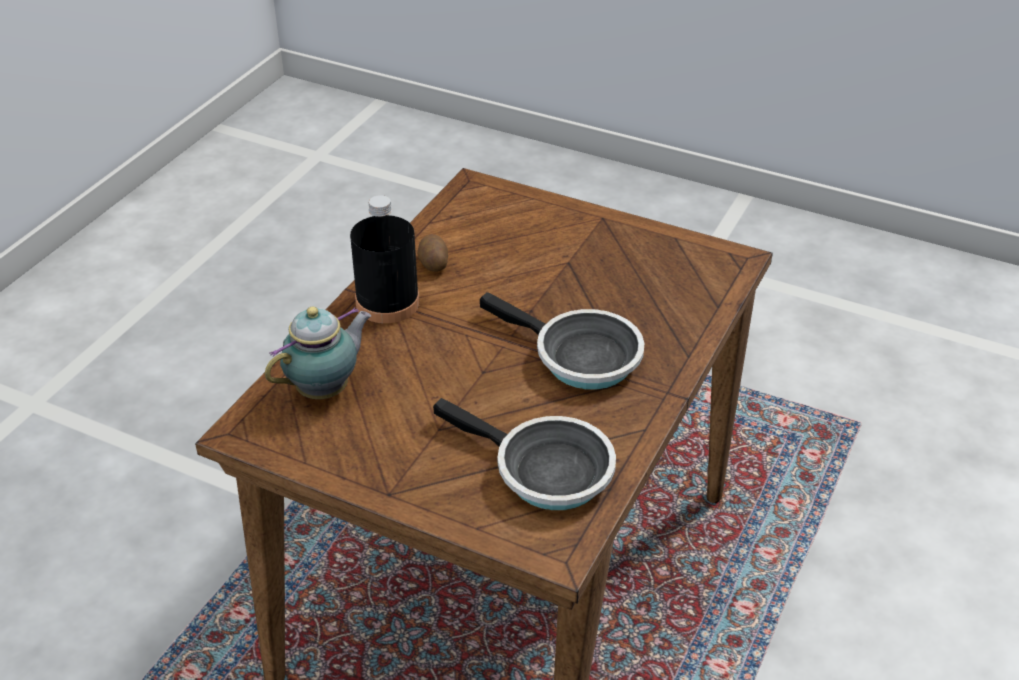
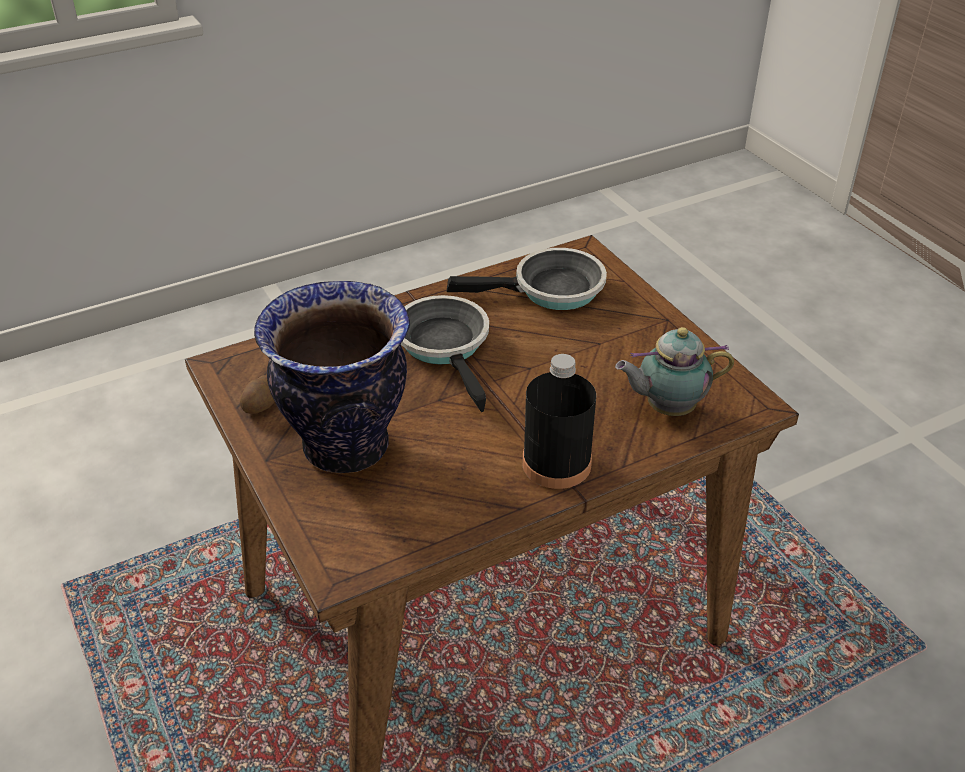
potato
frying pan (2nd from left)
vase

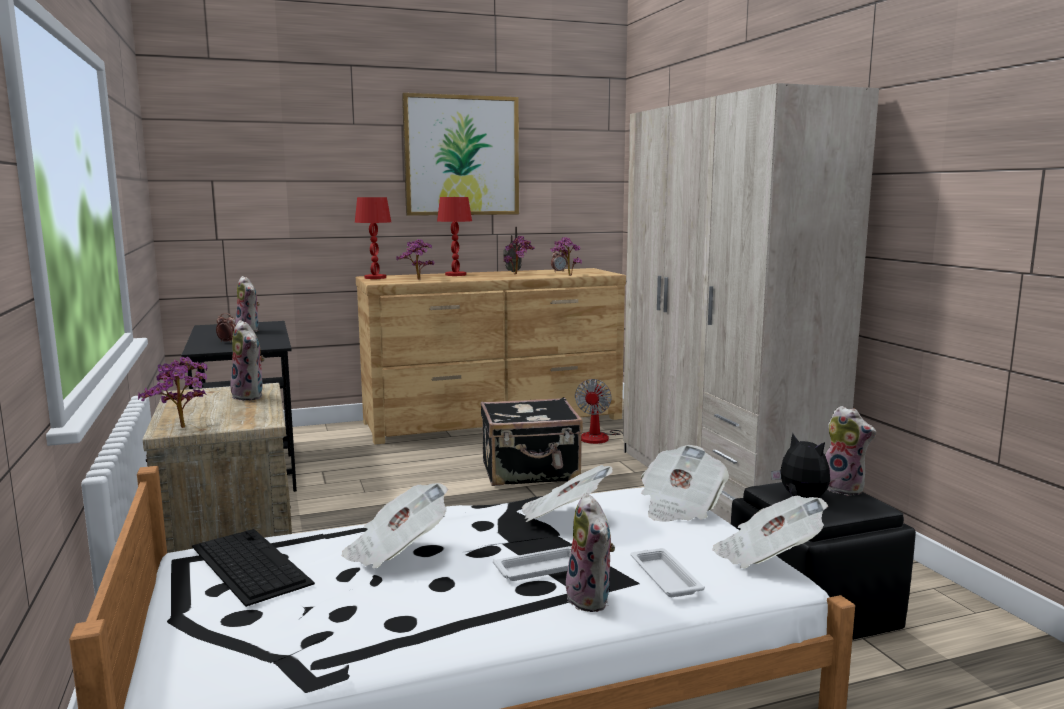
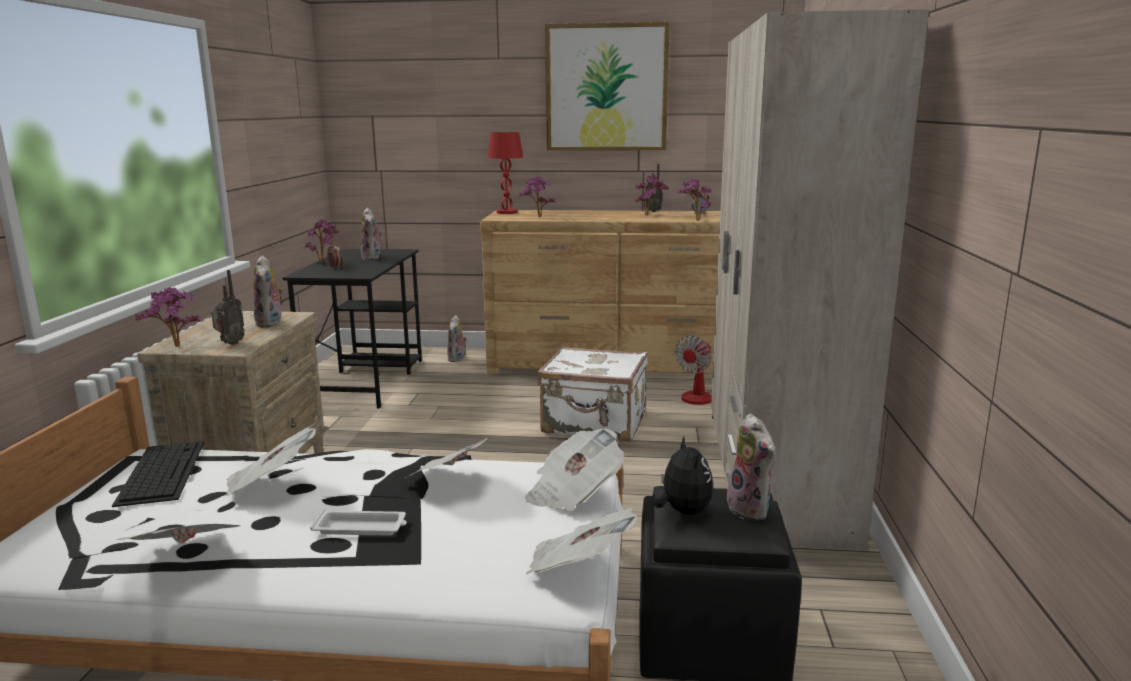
table lamp in red (2nd from left in the first image)
suitcase in white
plush toy (3rd from left)
tray in white (2nd from left in the first image)
potted plant (2nd from left)
radio (1st from left)
newspaper (1st from left)

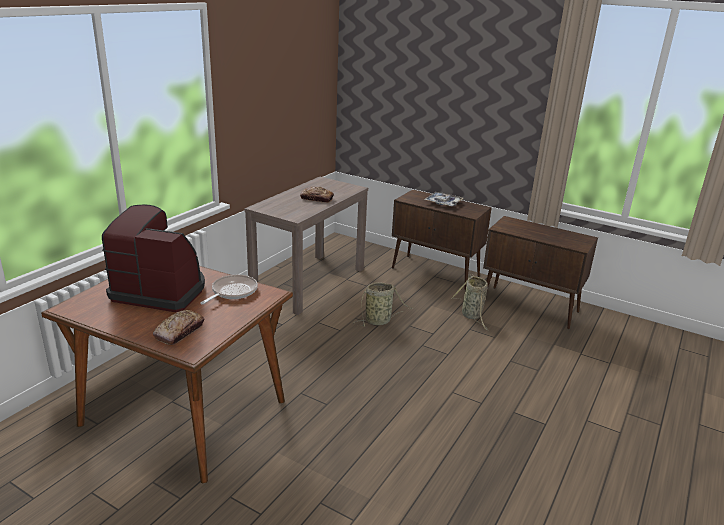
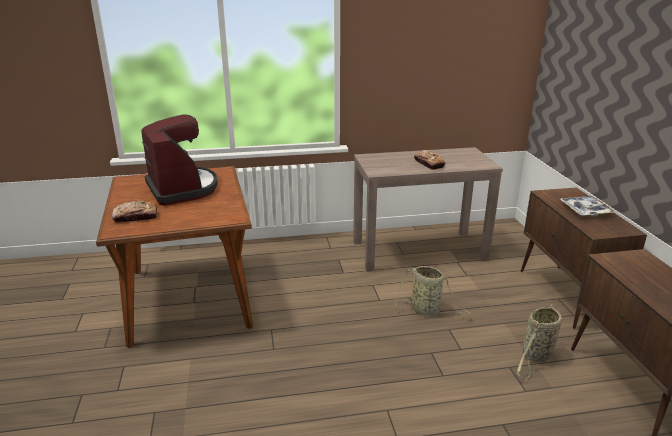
frying pan

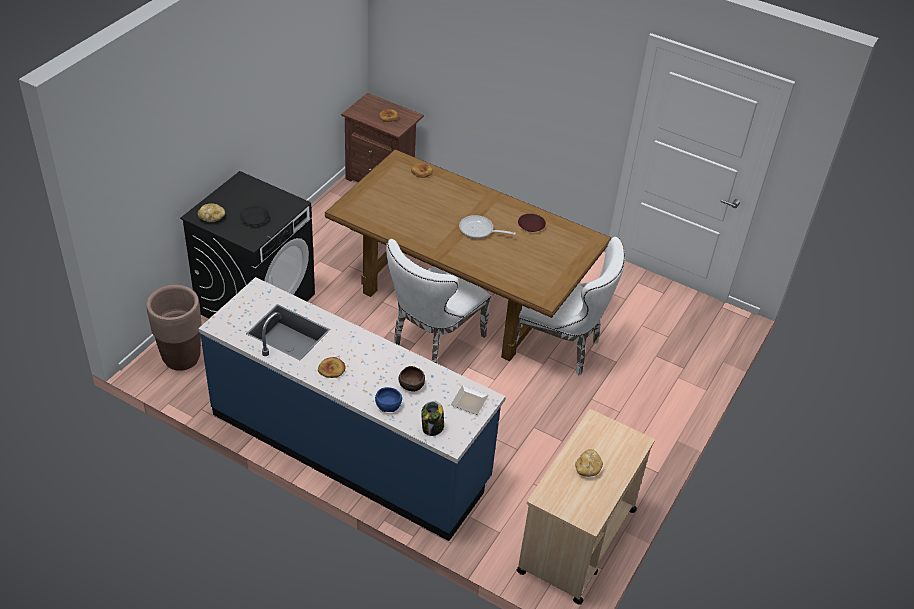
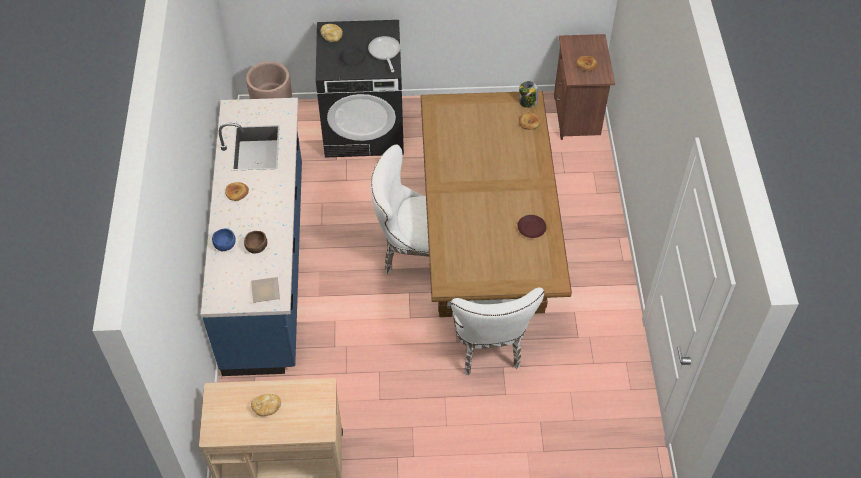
frying pan
jar

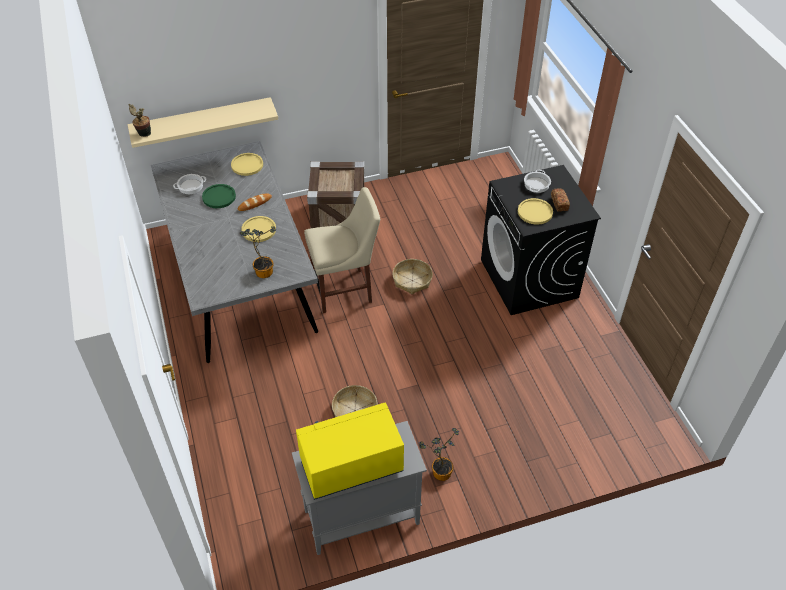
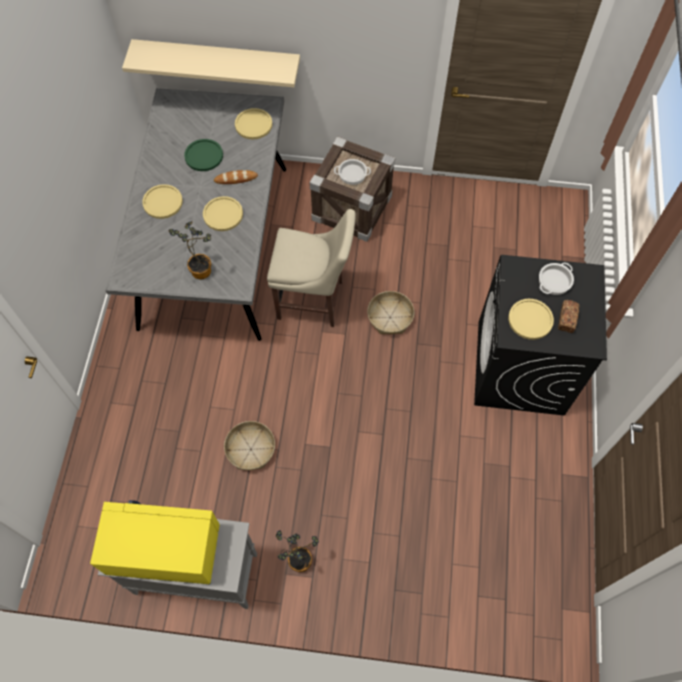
potted plant (1st from left in the first image)
cooking pot (1st from left)
plate in yellow (1st from left)

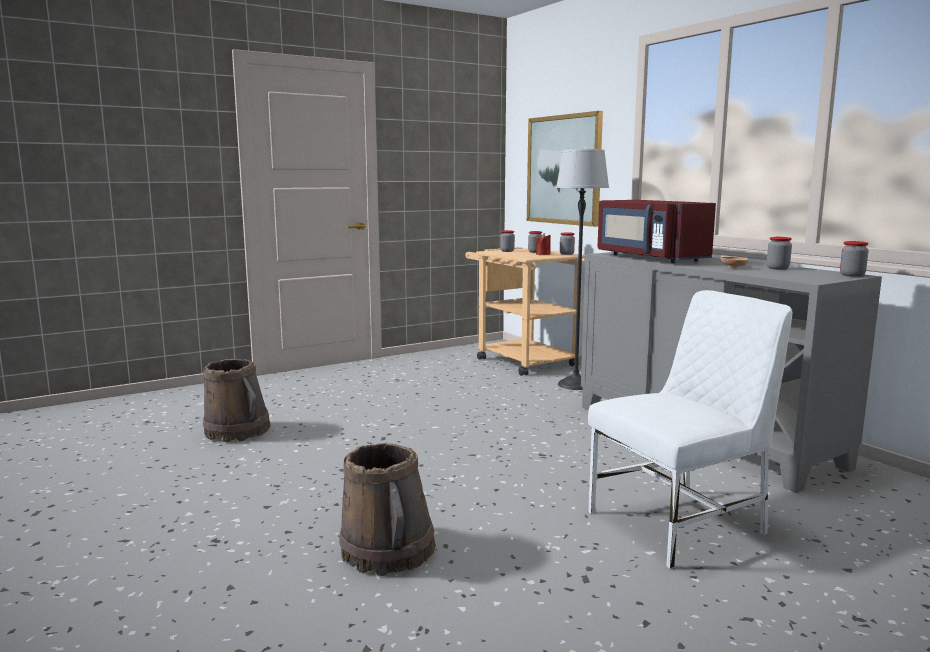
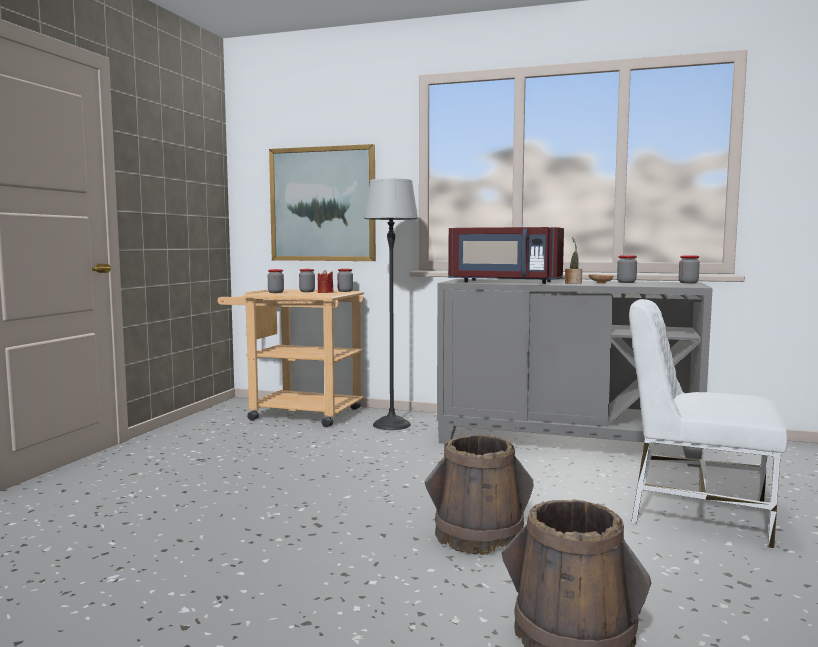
chair in white
bucket in brown (1st from left)
potted plant

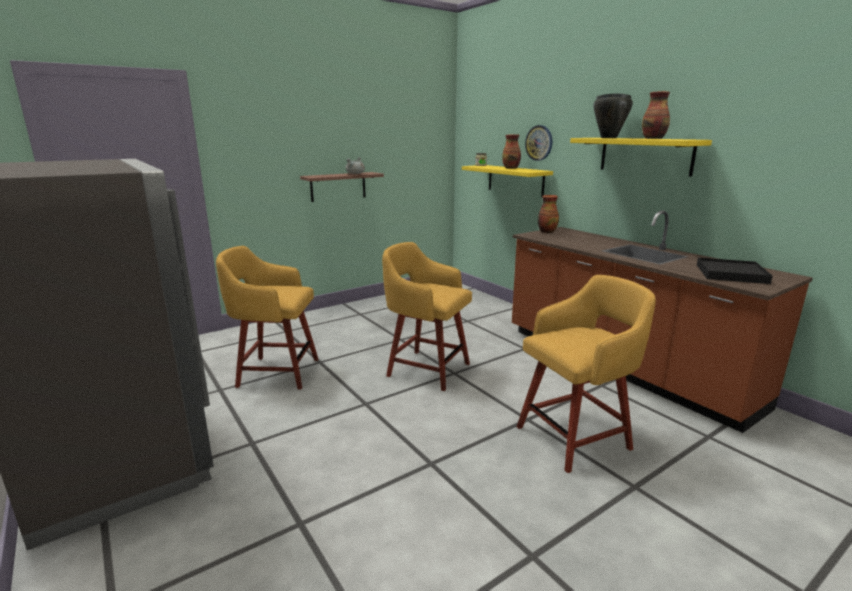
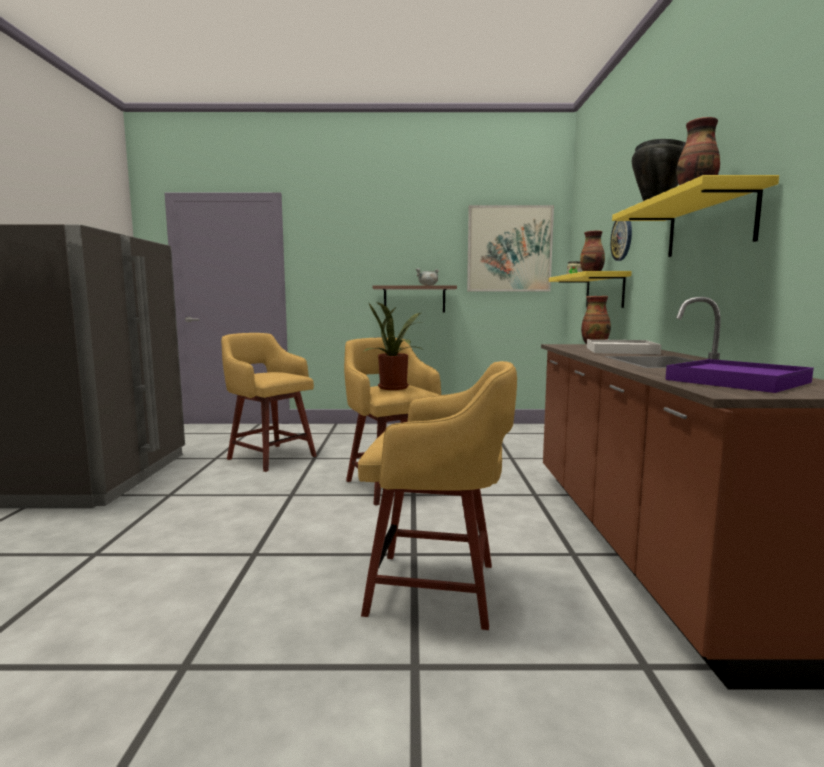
tray in purple
picture
potted plant
tray in white

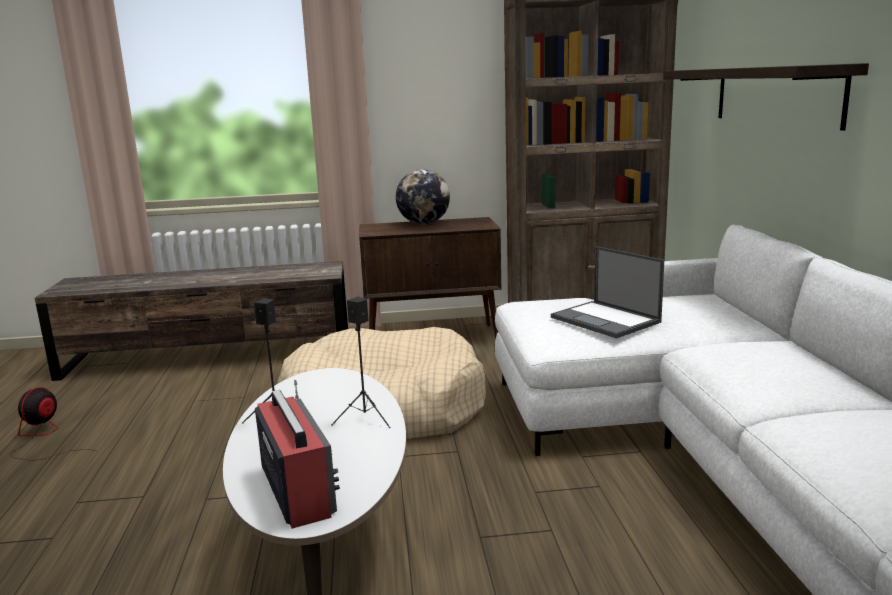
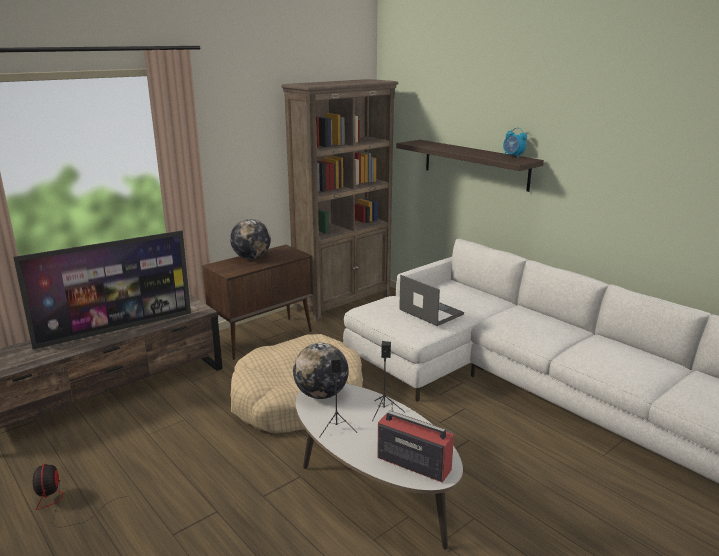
laptop
alarm clock
television
globe (2nd from left)

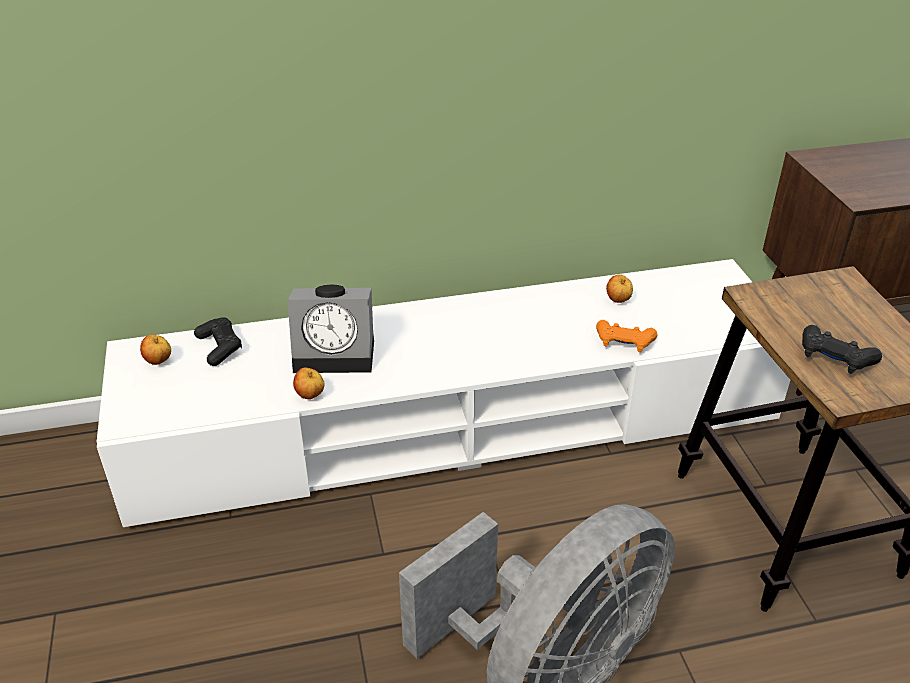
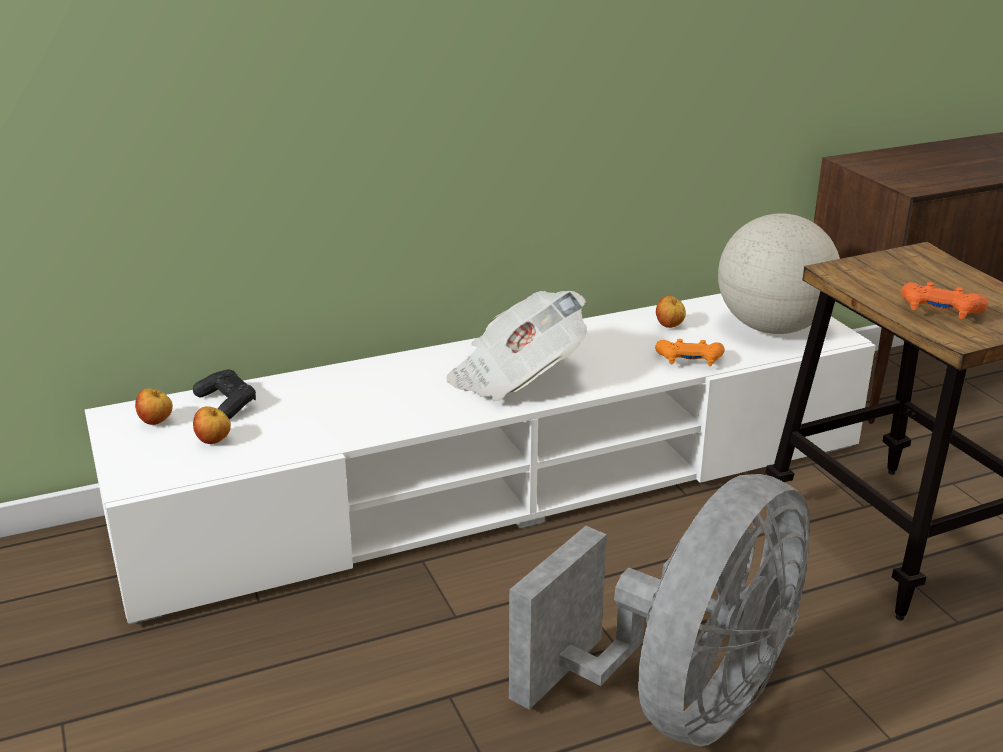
alarm clock
game controller in orange (2nd from left)
apple (2nd from left)
globe
newspaper

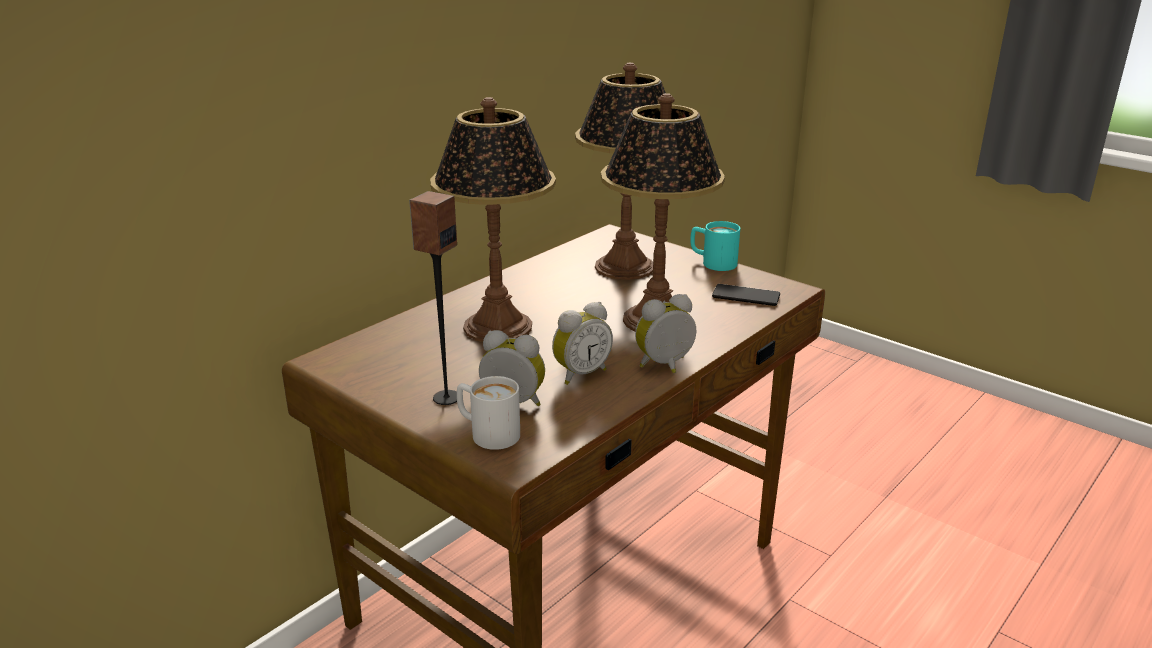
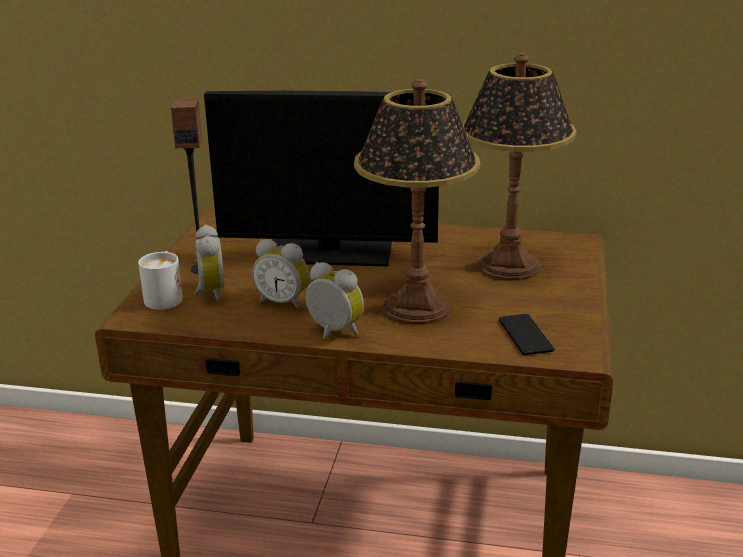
monitor
mug in turquoise

